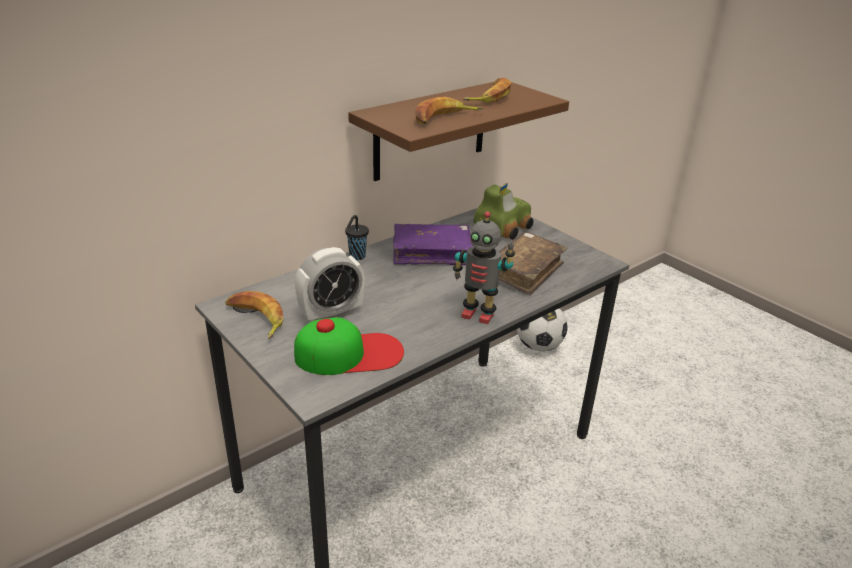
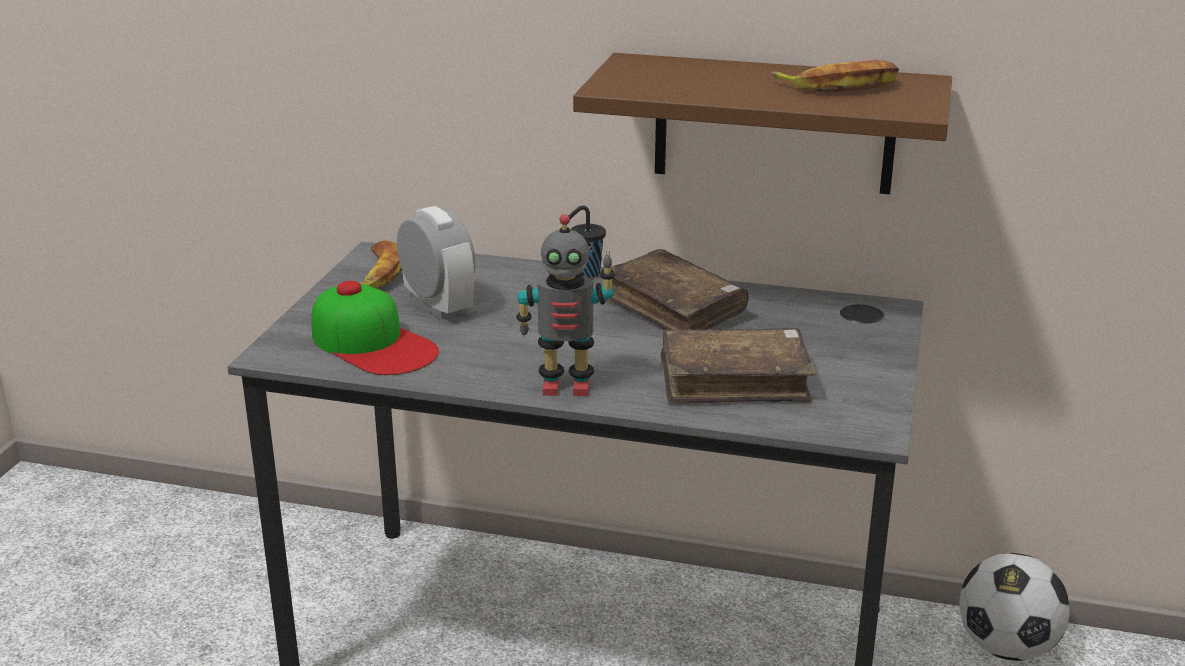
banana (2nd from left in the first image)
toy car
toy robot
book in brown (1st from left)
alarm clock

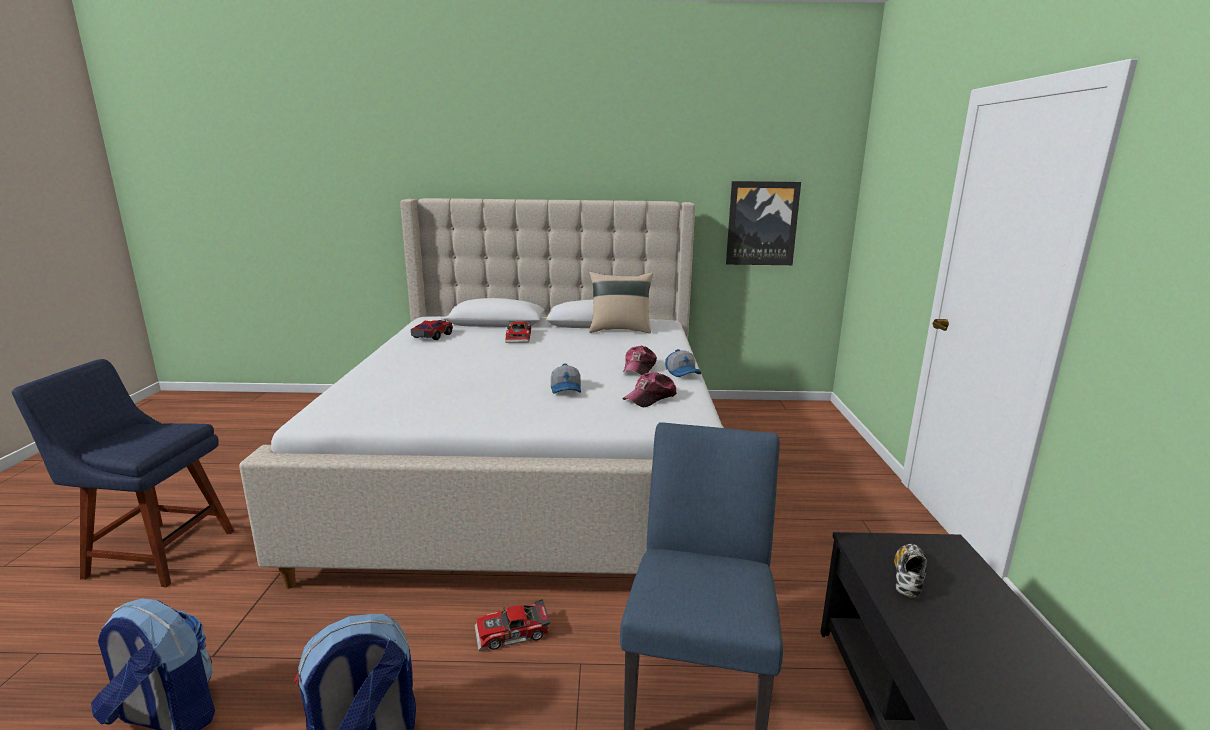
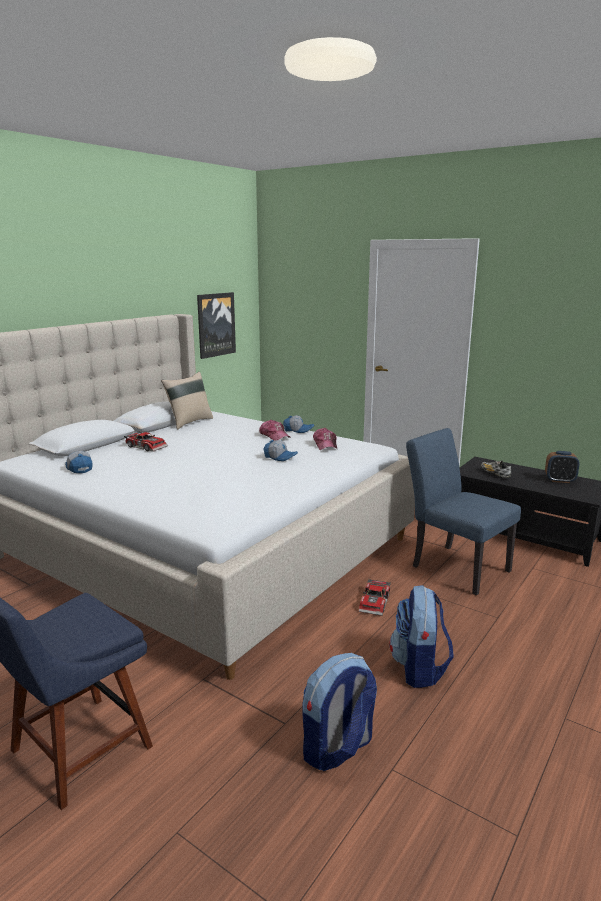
cap (1st from left)
alarm clock

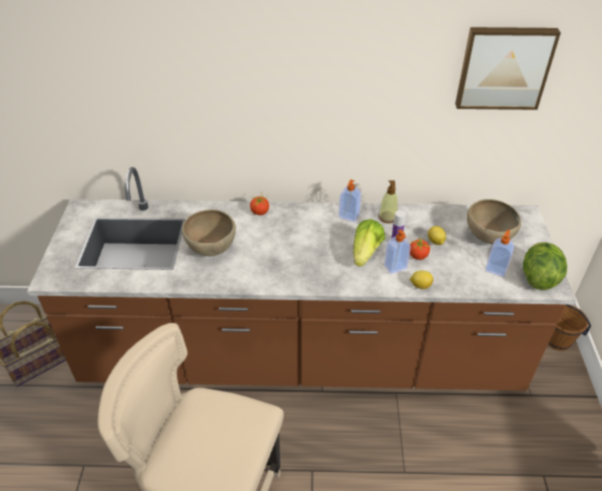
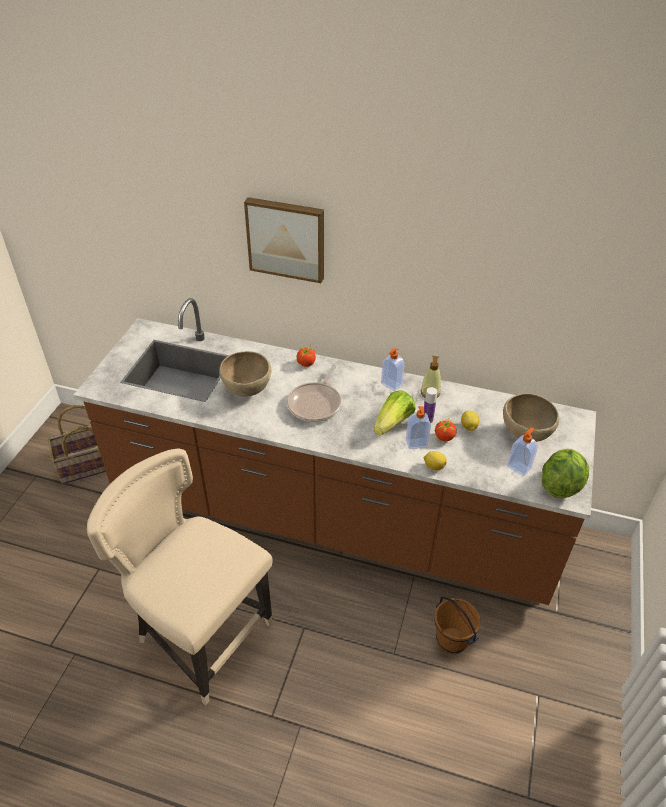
picture
bucket in brown
frying pan

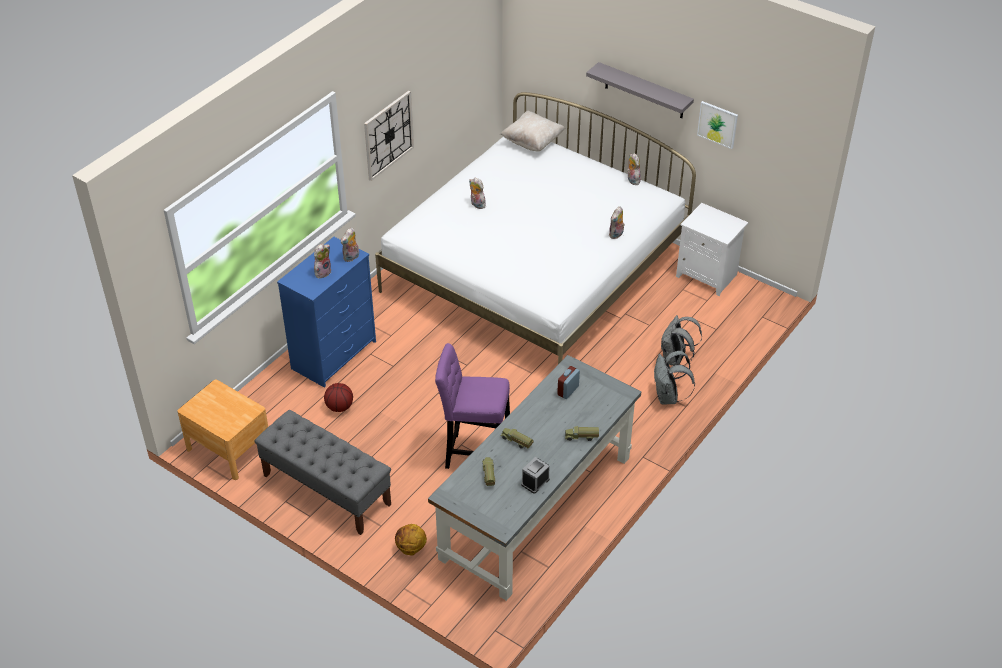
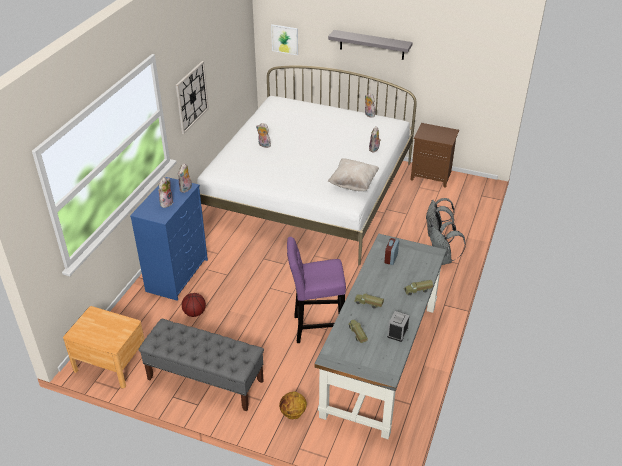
picture
pillow in beige
nightstand in brown (2nd from left)

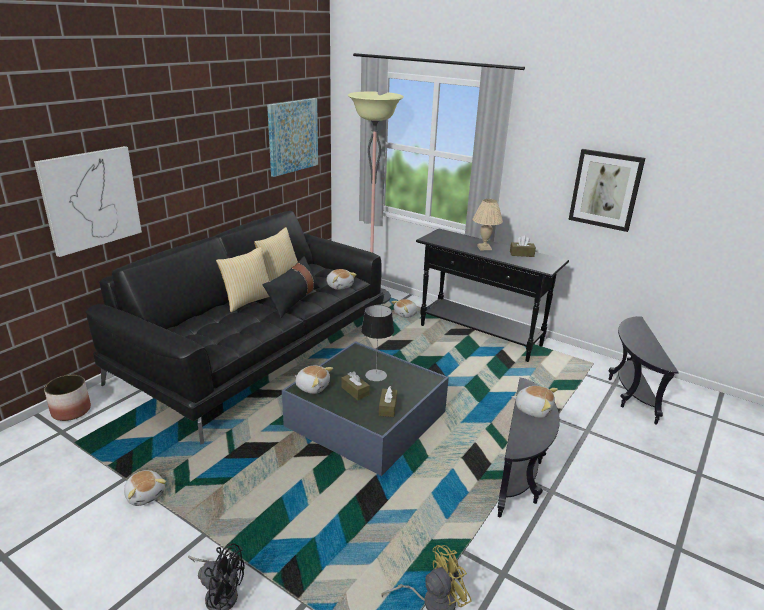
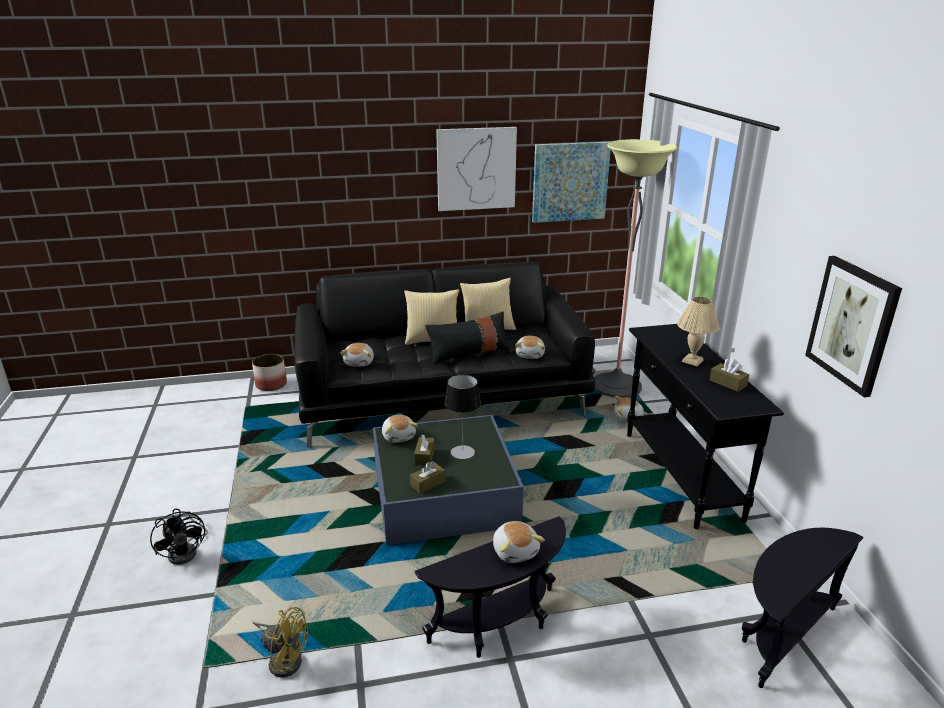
picture (1st from left)
plush toy (1st from left)

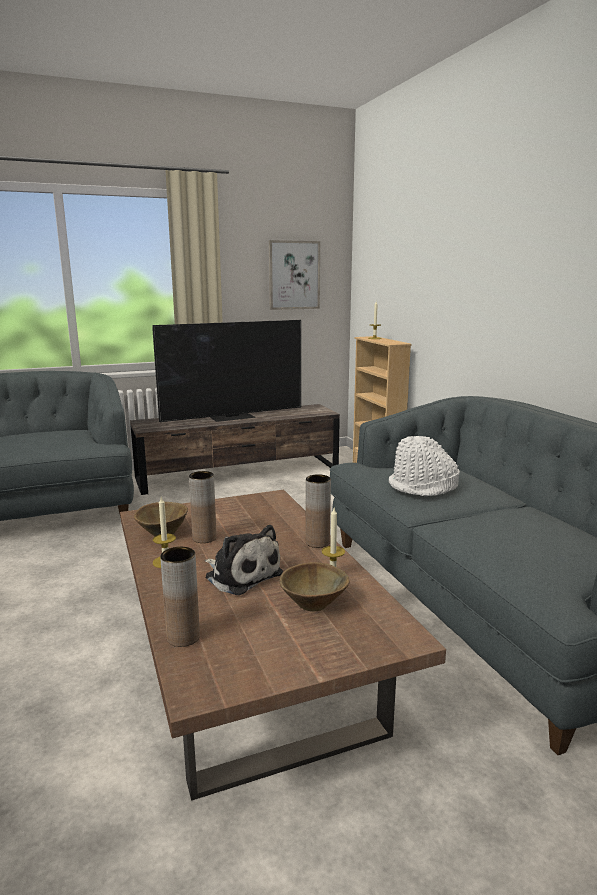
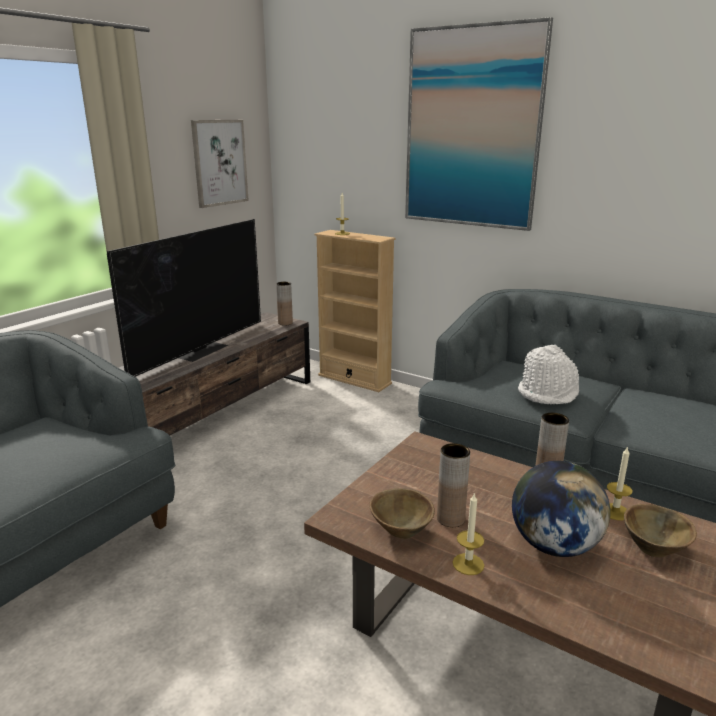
globe
vase in brown (1st from left)
picture (2nd from left)

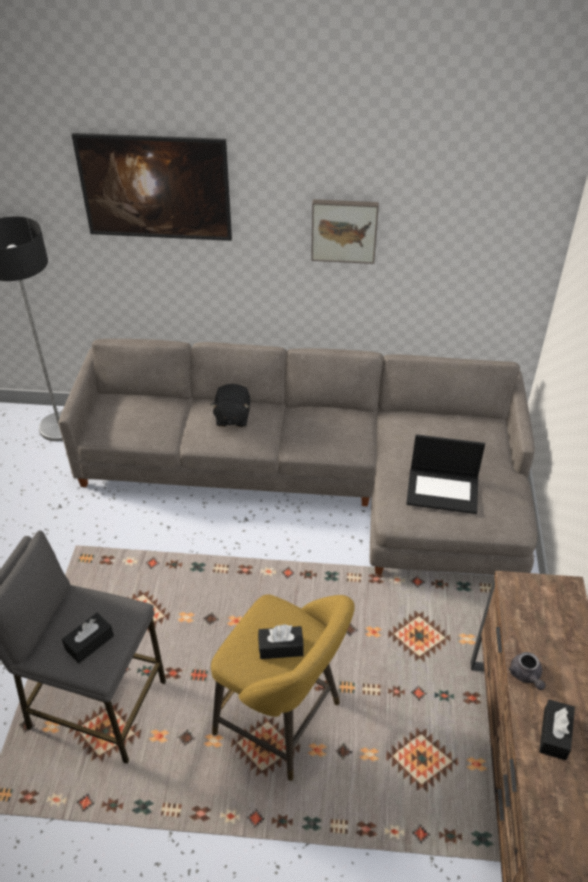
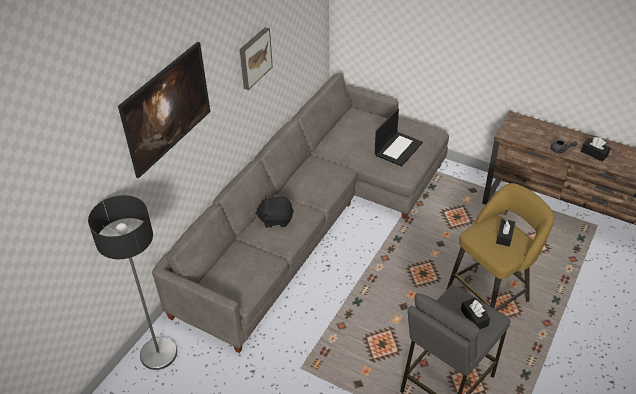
plush toy in black

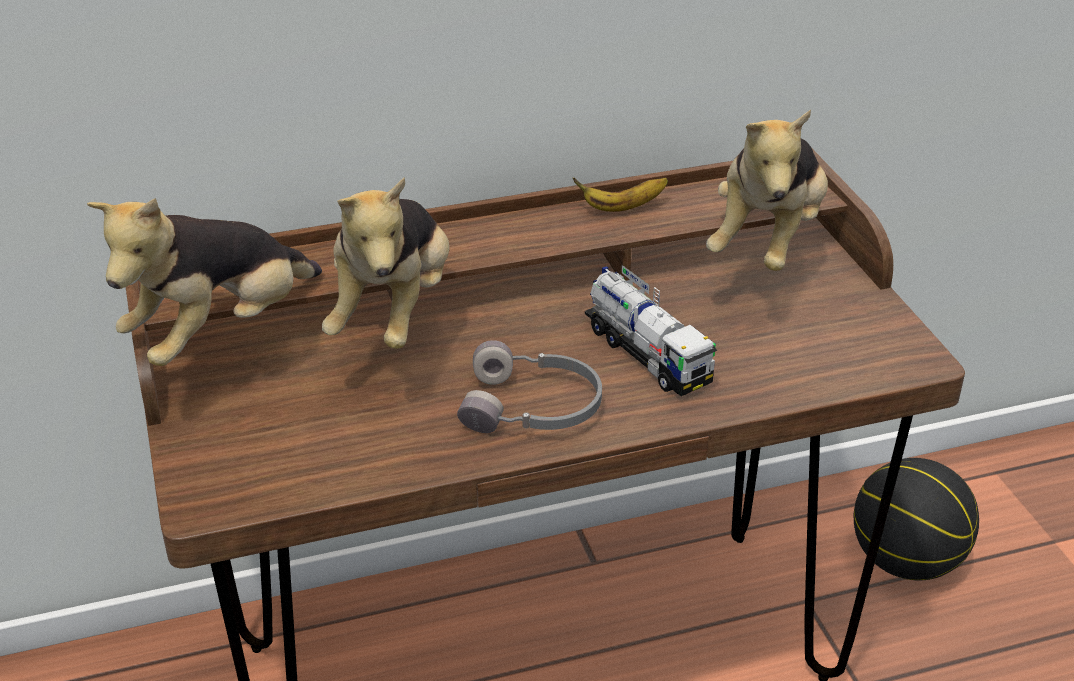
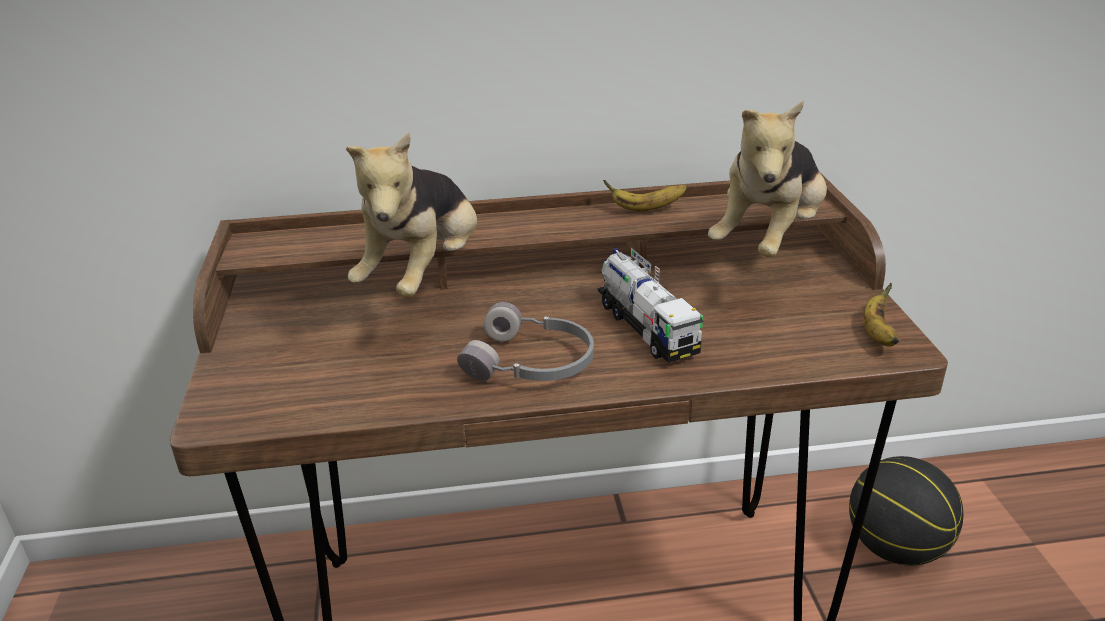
plush toy (1st from left in the first image)
banana (2nd from left)

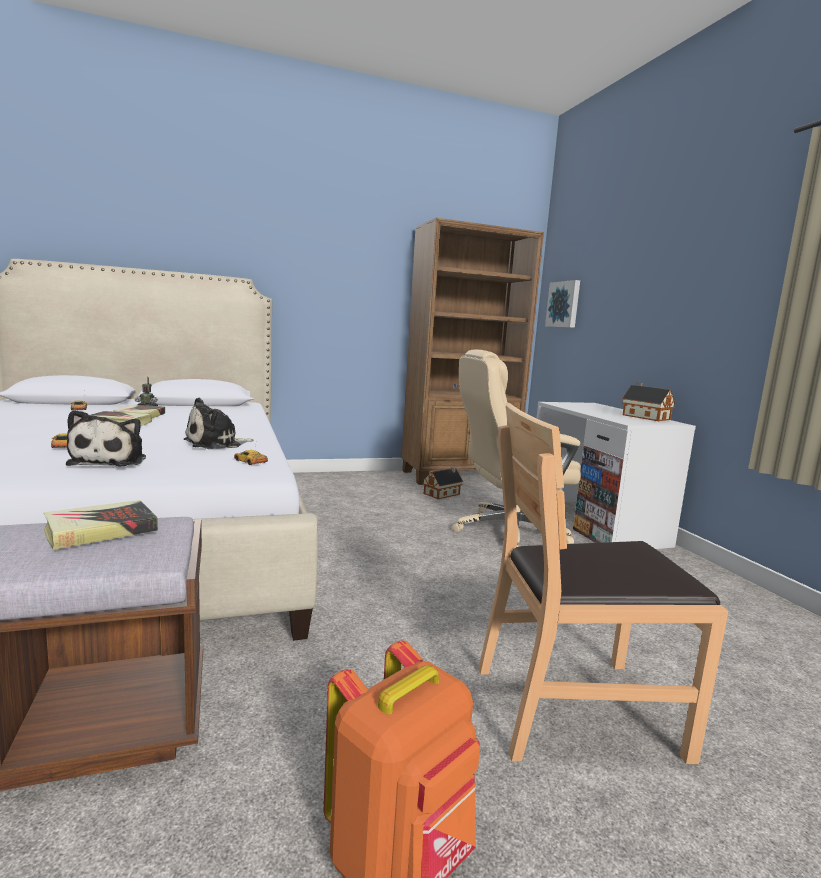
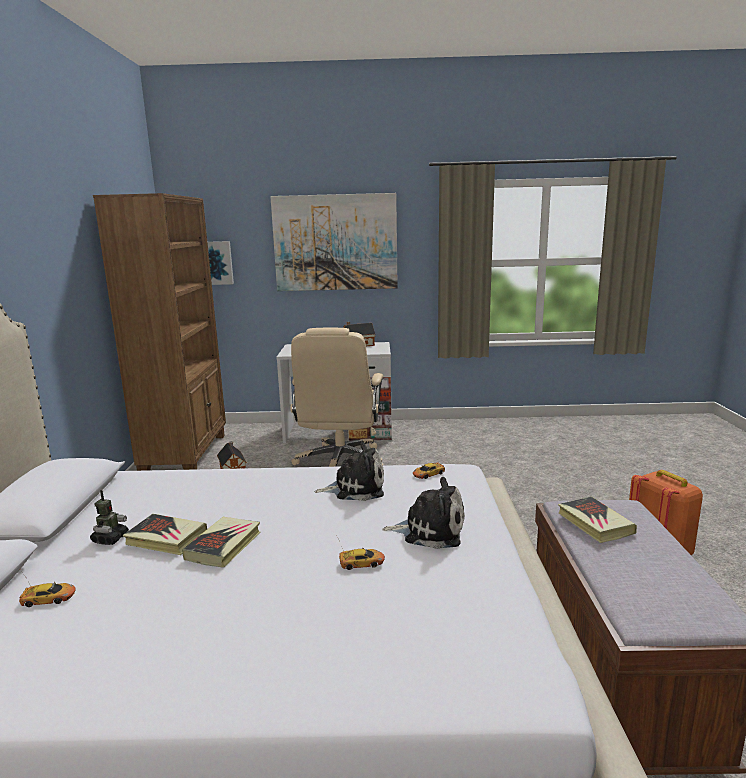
plush toy (1st from left)
chair in brown
picture (2nd from left)

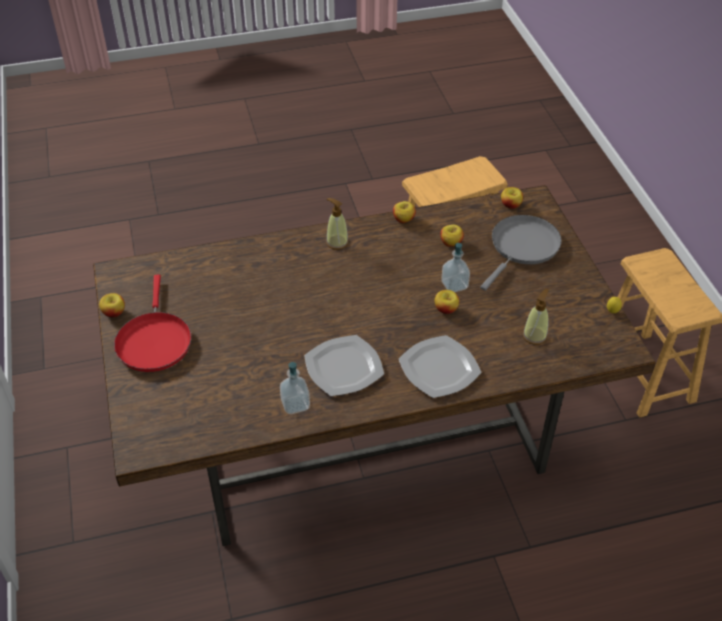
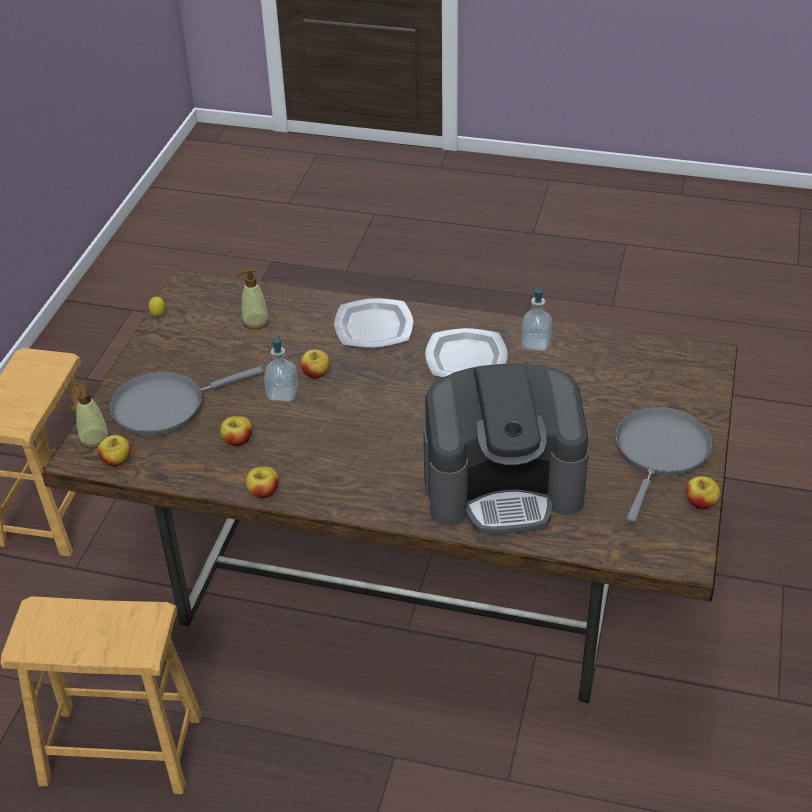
soap dispenser (1st from left)
frying pan in grey (2nd from left)
coffee machine

